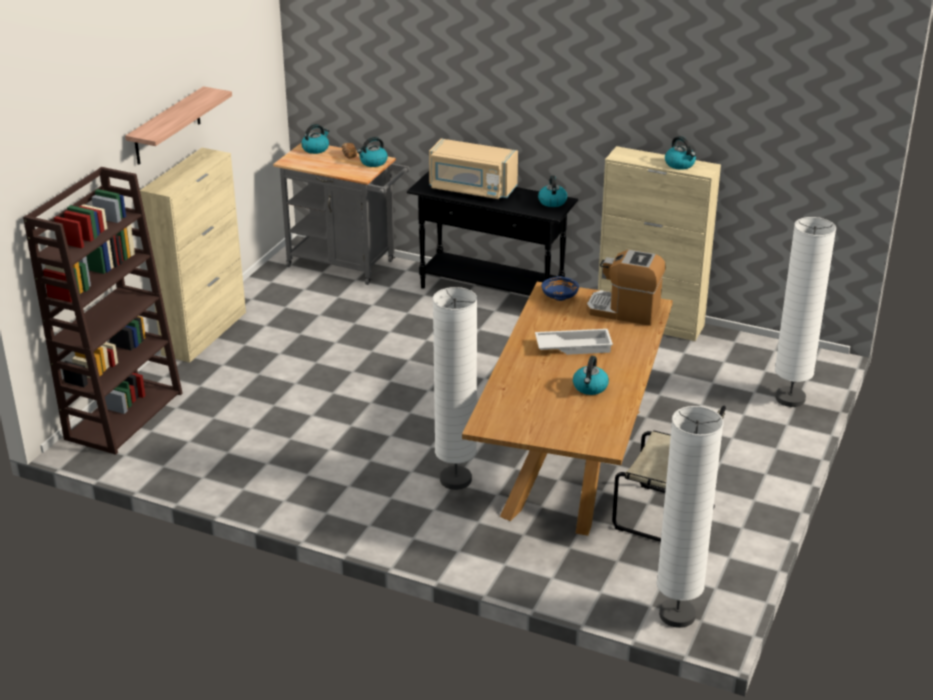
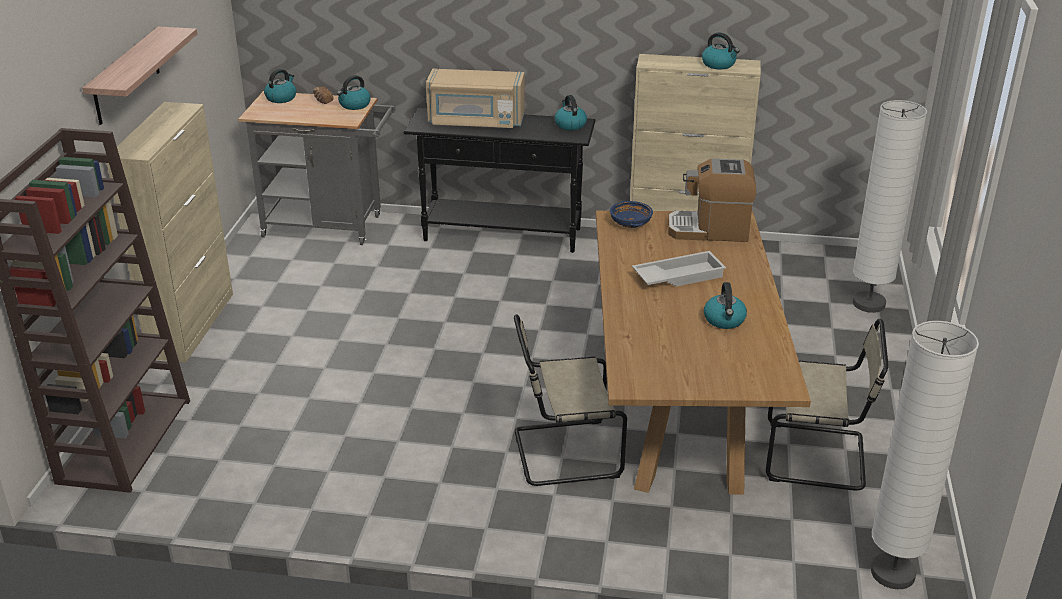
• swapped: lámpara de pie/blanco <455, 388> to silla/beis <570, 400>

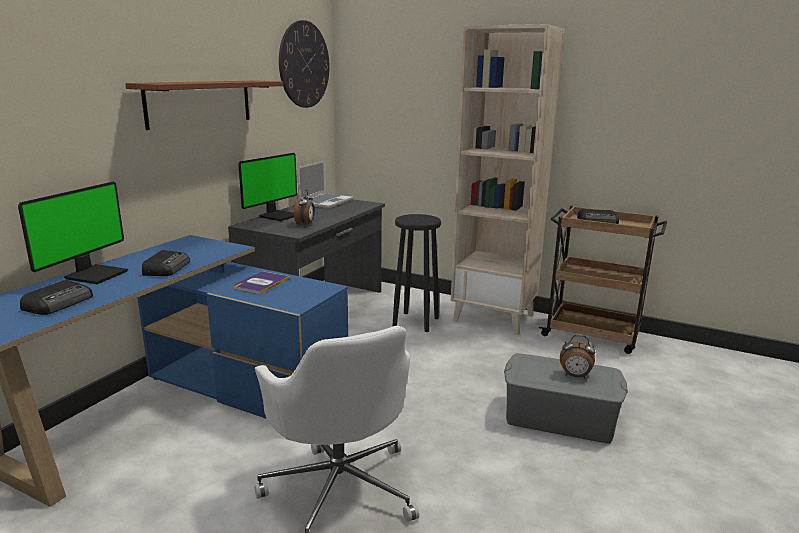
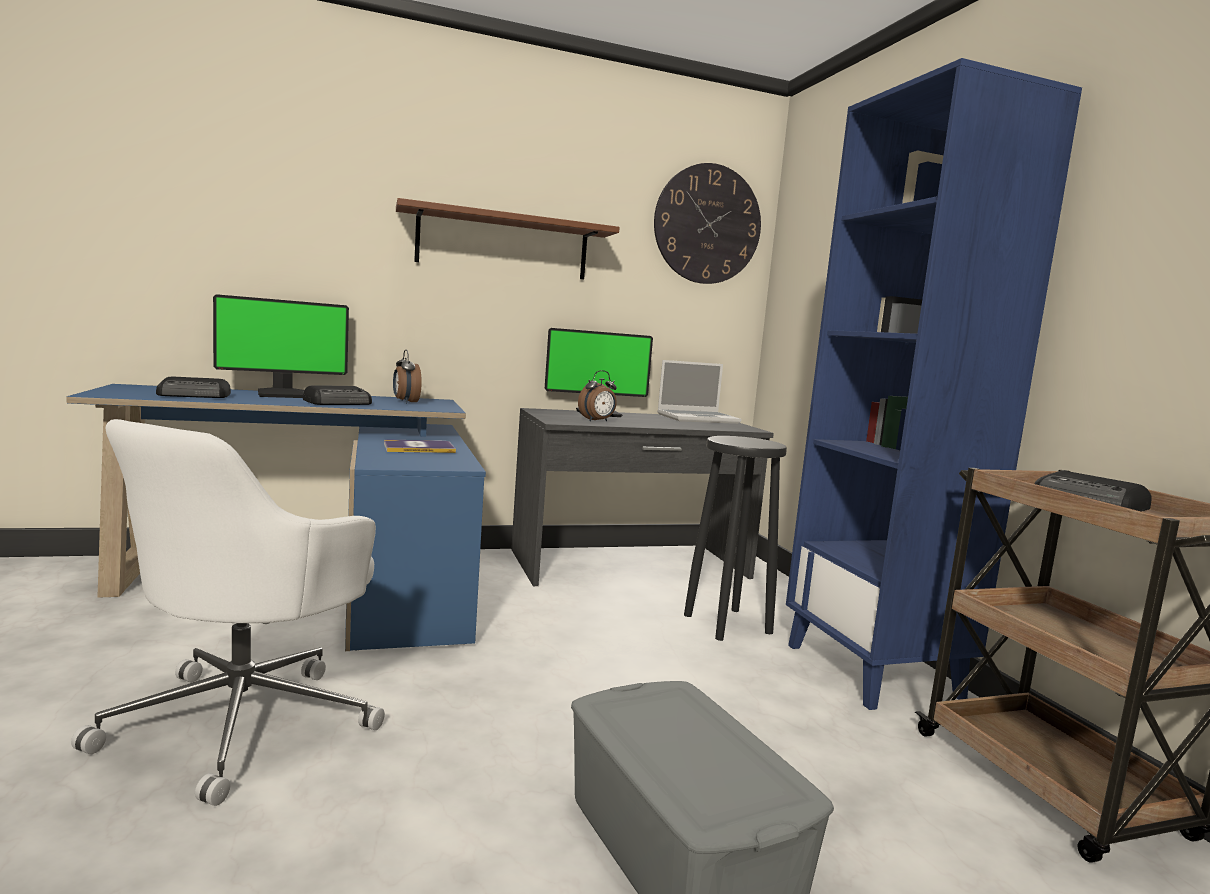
• repainted: estantería/beis <508, 179> to estantería/azul <934, 384>
• shifted: despertador <577, 357> to <407, 376>

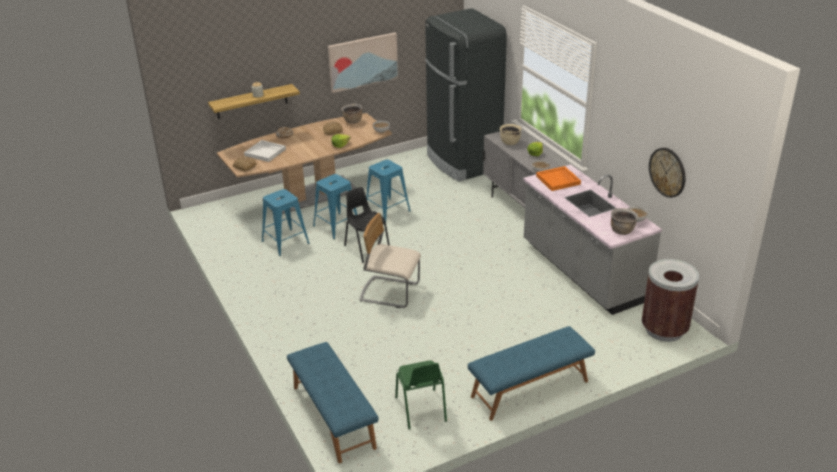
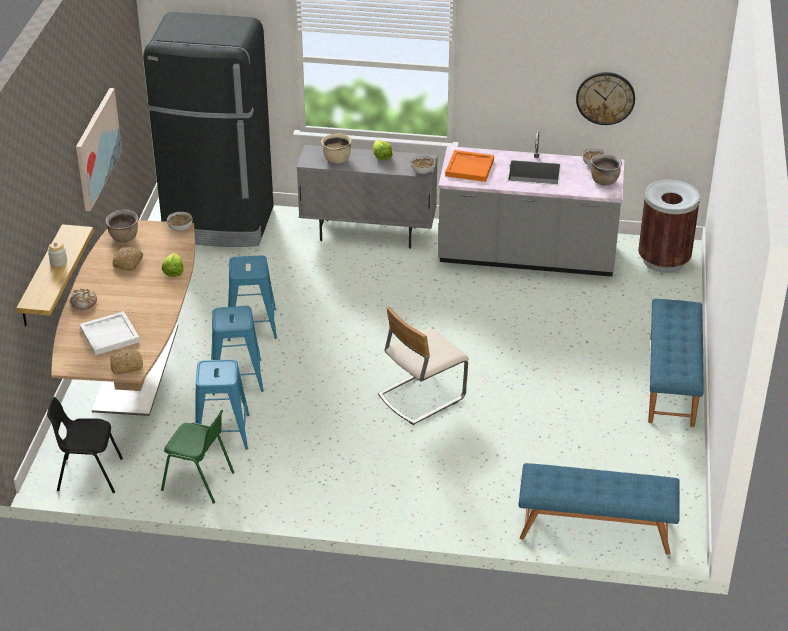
• shifted: silla/negro <367, 225> to <85, 445>
• shifted: silla/verde <421, 395> to <197, 457>

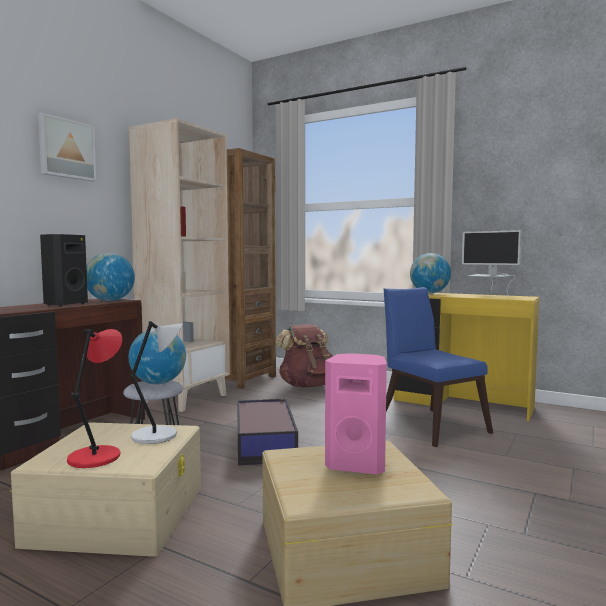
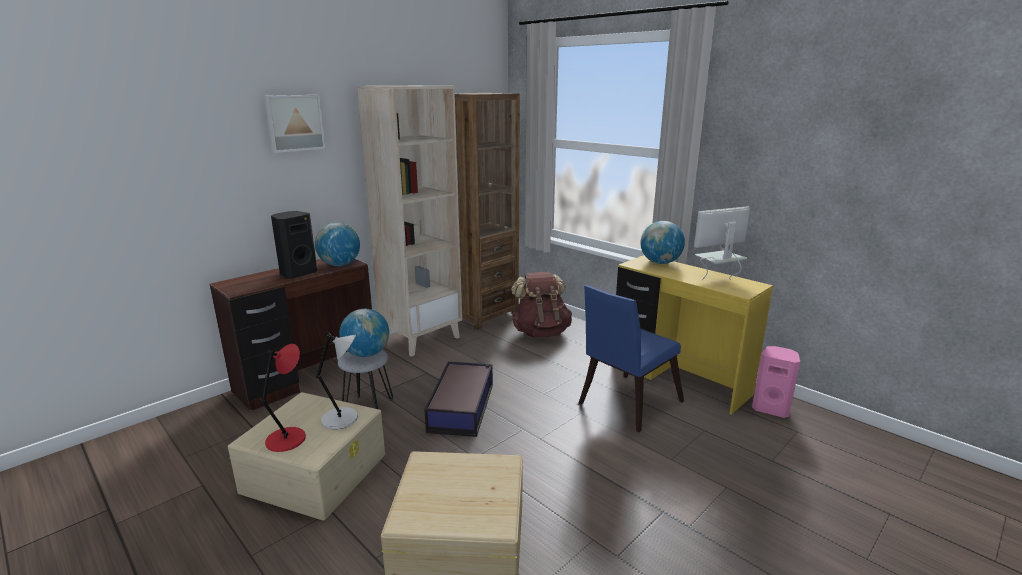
• rotated: monitor <492, 263> = <722, 243> 105 degrees clockwise
• rotated: silla/azul <438, 367> = <631, 358> 120 degrees counterclockwise
• shifted: altavoz/rosa <356, 413> to <776, 382>

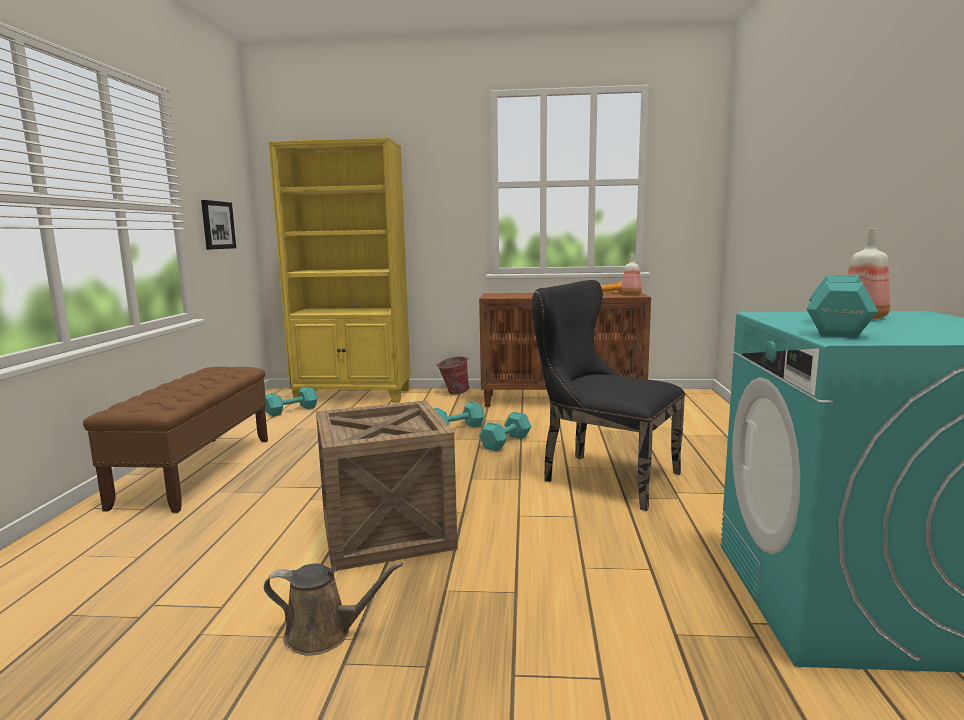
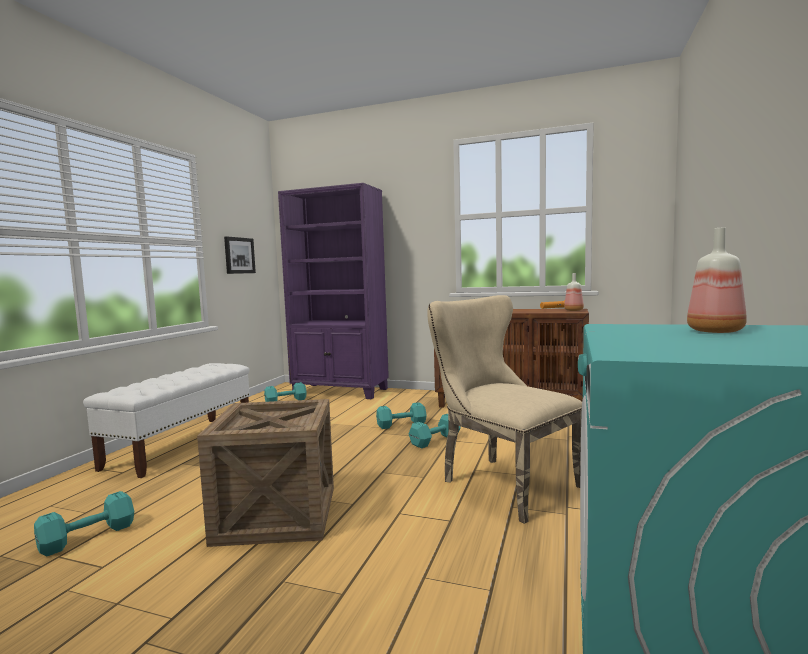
• repainted: estantería/amarillo <339, 270> to estantería/morado <333, 291>
• shifted: mancuerna/turquesa <842, 306> to <84, 523>
• repainted: silla/negro <608, 395> to silla/beis <504, 409>
• gone: cubo <453, 375>
• repainted: banco/marrón <175, 440> to banco/blanco <166, 420>
• gone: regadera/marrón <333, 609>

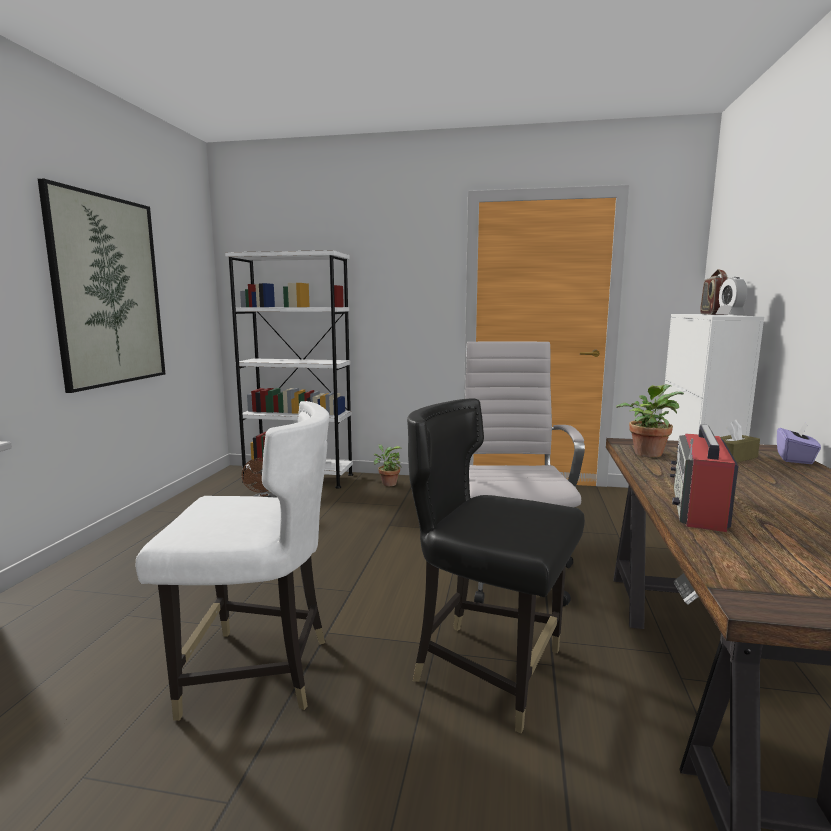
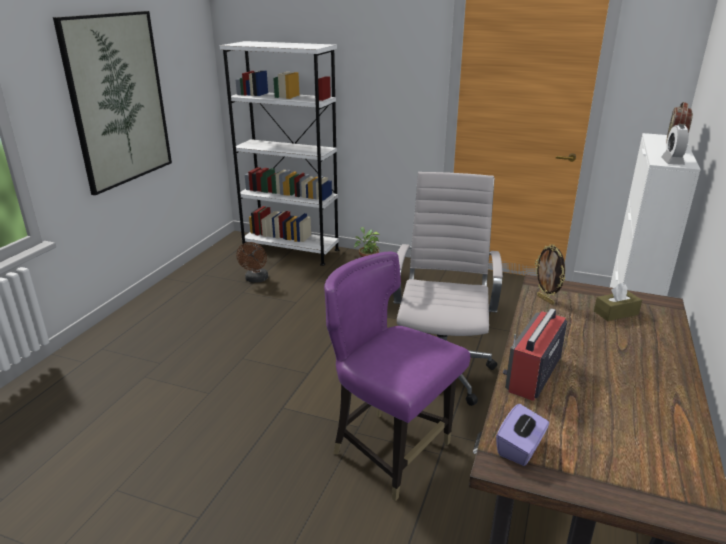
• swapped: planta en maceta <650, 420> to portarretratos <550, 274>
• repainted: silla/negro <496, 566> to silla/morado <397, 376>
• gone: silla/blanco <232, 561>
• shifted: caja de pañuelos/morado <799, 443> to <522, 435>

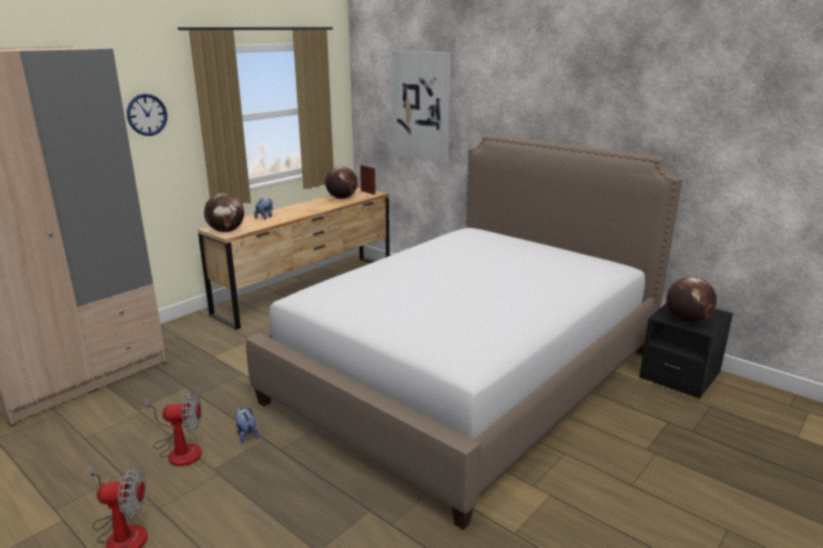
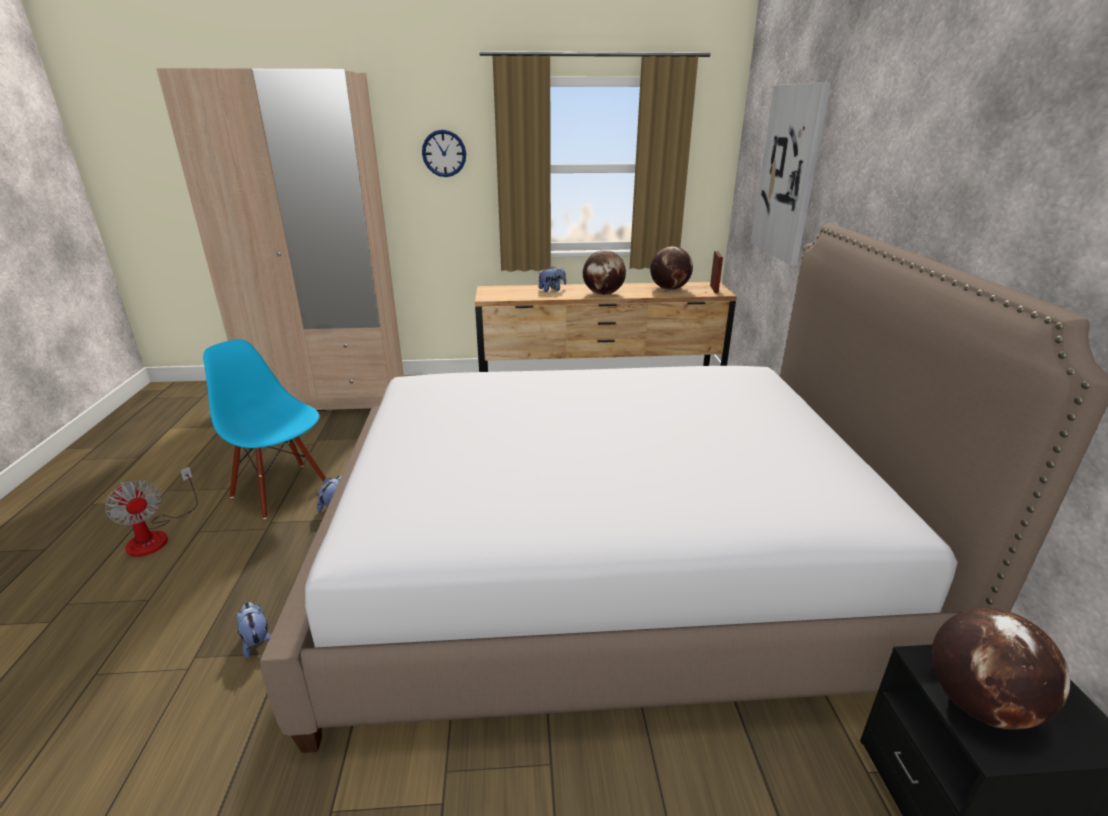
• shifted: globo terráqueo <224, 212> to <604, 272>
• swapped: ventilador <173, 428> to silla/azul <265, 429>
• new: peluche <253, 630>

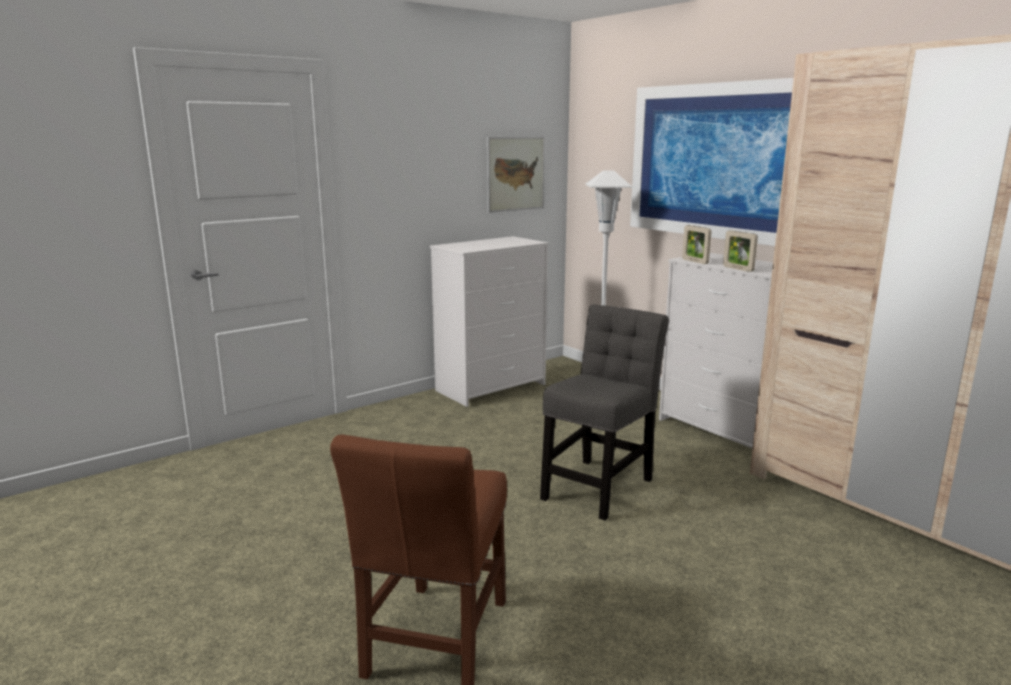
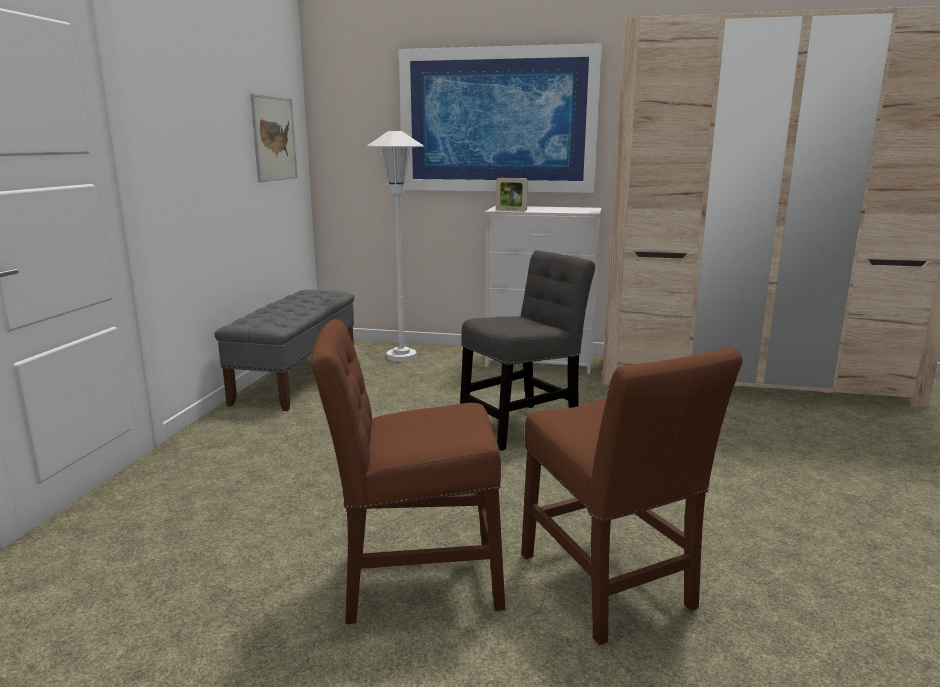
• gone: portarretratos <740, 251>
• swapped: cómoda/blanco <489, 321> to banco/gris <284, 350>
• rotated: silla/gris <604, 412> = <527, 350> 60 degrees clockwise
• new: silla/marrón <408, 471>

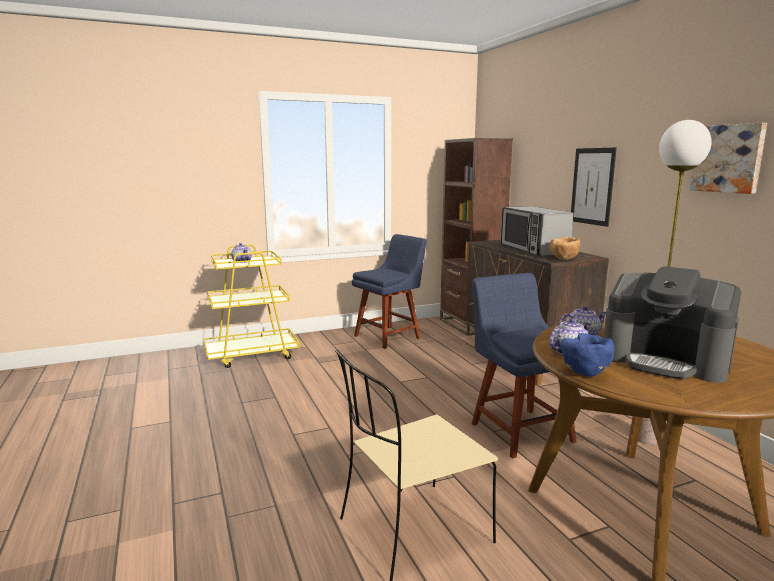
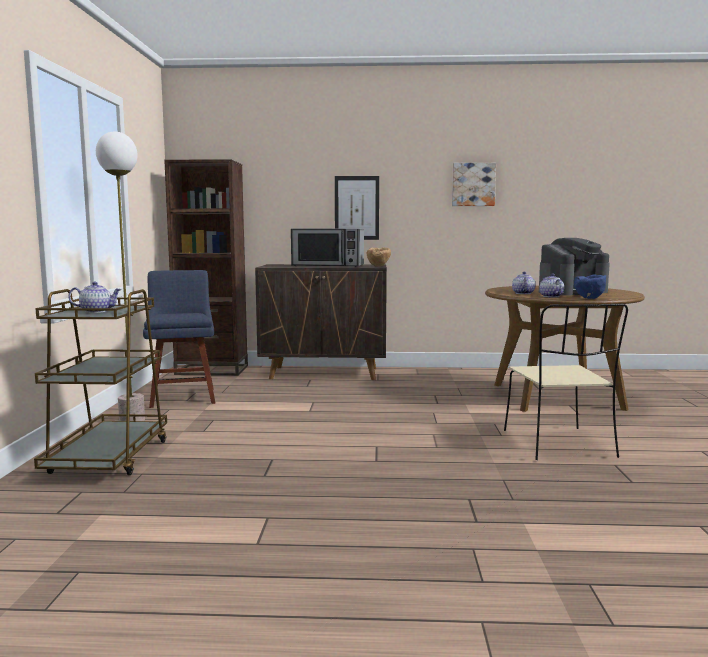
• shifted: lámpara de pie <675, 282> to <120, 276>
• repainted: carrito/amarillo <251, 306> to carrito/marrón <100, 382>
• gone: silla/azul <524, 366>

